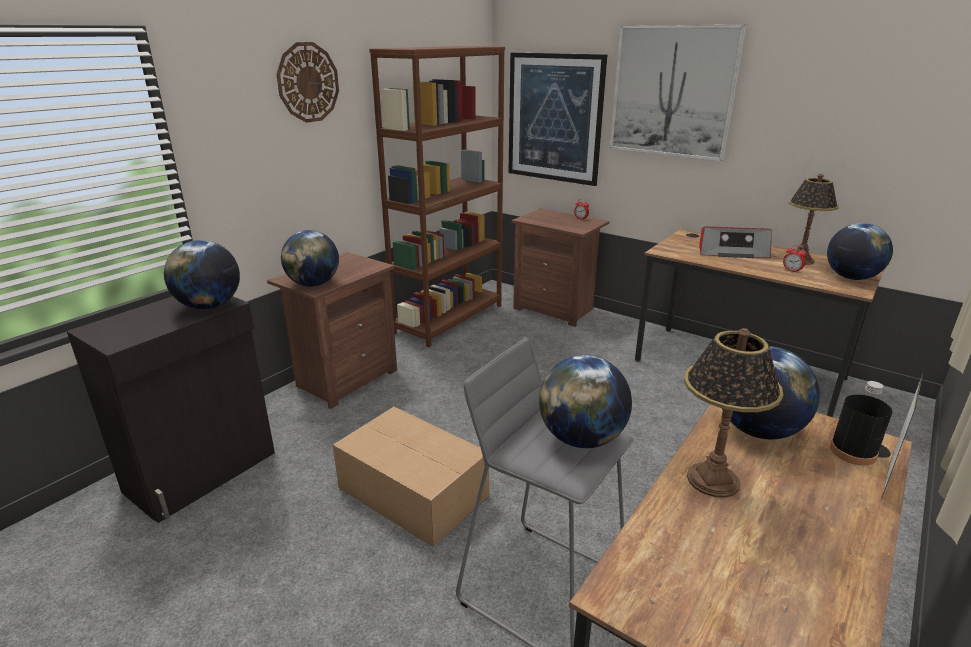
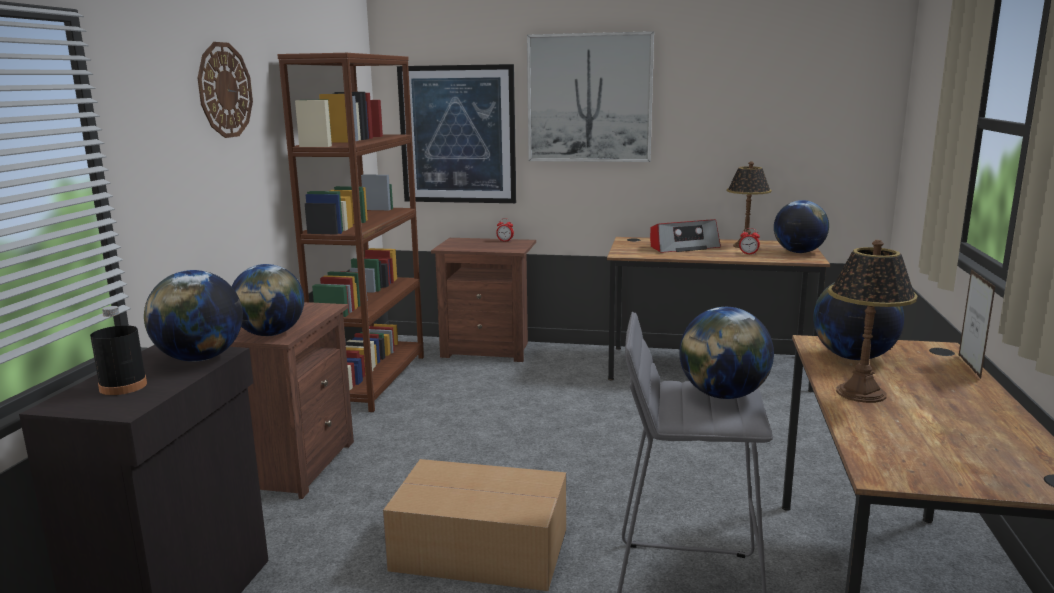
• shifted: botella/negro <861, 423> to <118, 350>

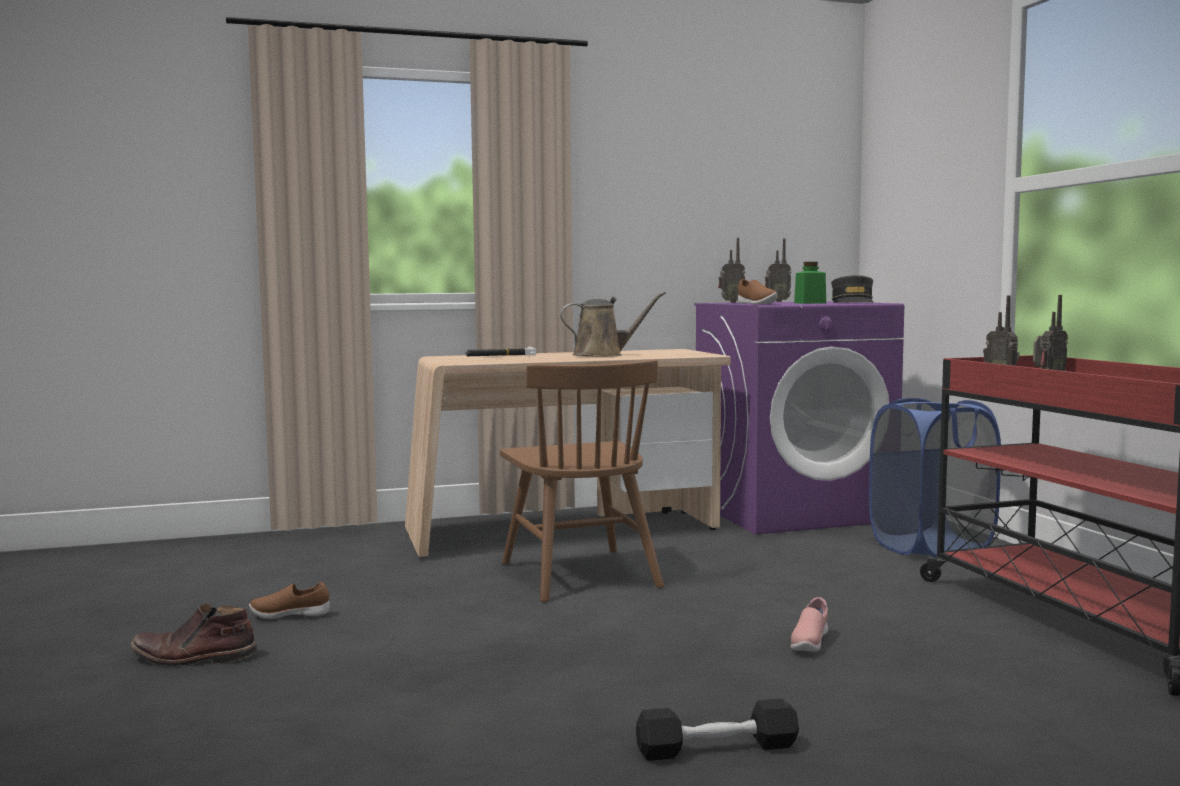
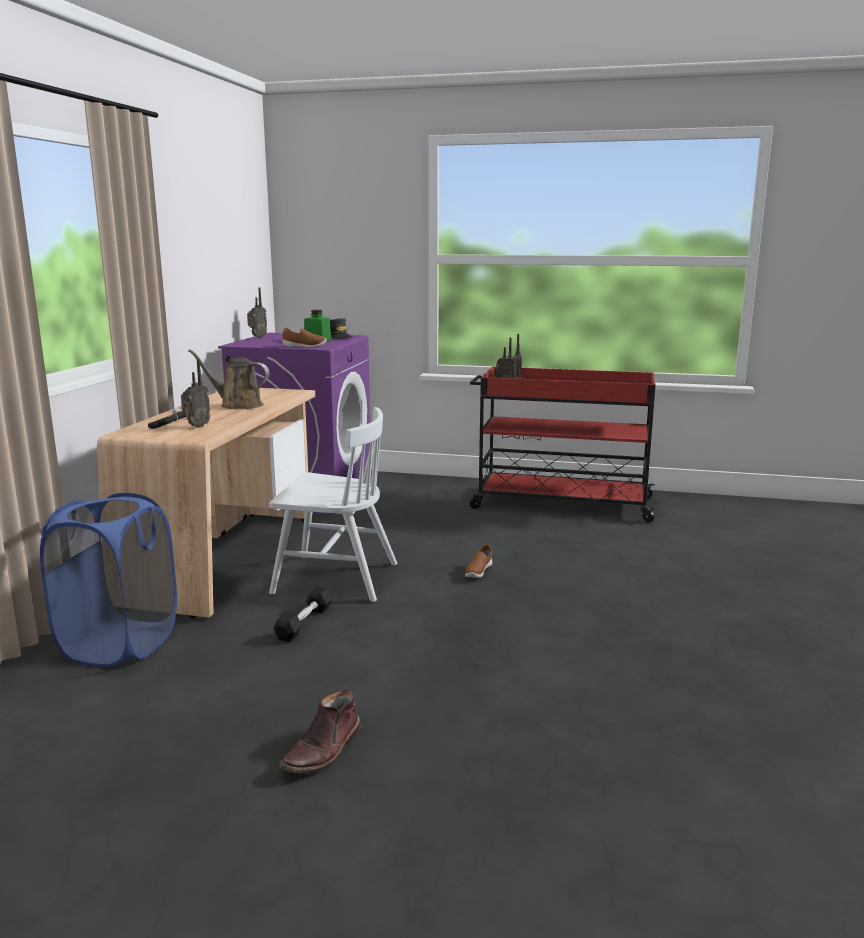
• shifted: radio <731, 270> to <196, 393>
• rotated: regadera/marrón <613, 324> = <229, 379> 90 degrees counterclockwise
• repainted: silla/marrón <582, 480> to silla/blanco <333, 504>
• shifted: cesto de la ropa/azul <935, 478> to <108, 580>
• shifted: zapato/marrón <289, 600> to <478, 561>
• gone: zapato/rosa <809, 624>
• shifted: mancuerna/negro <717, 729> to <303, 614>

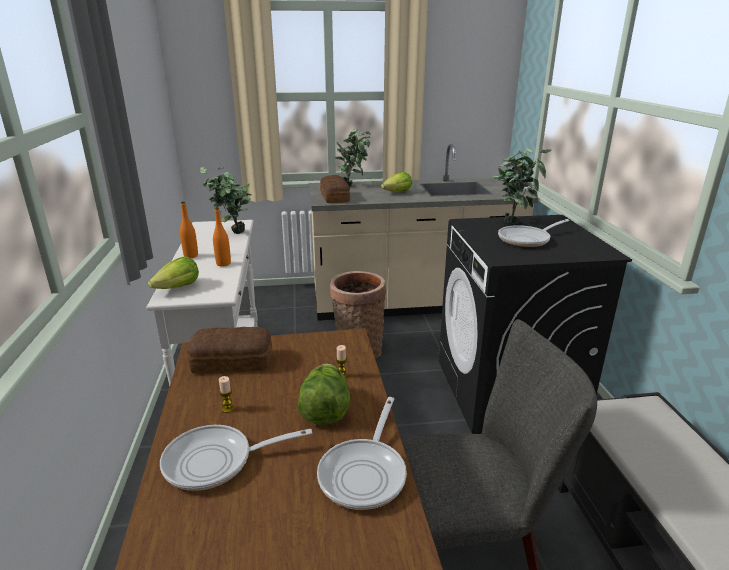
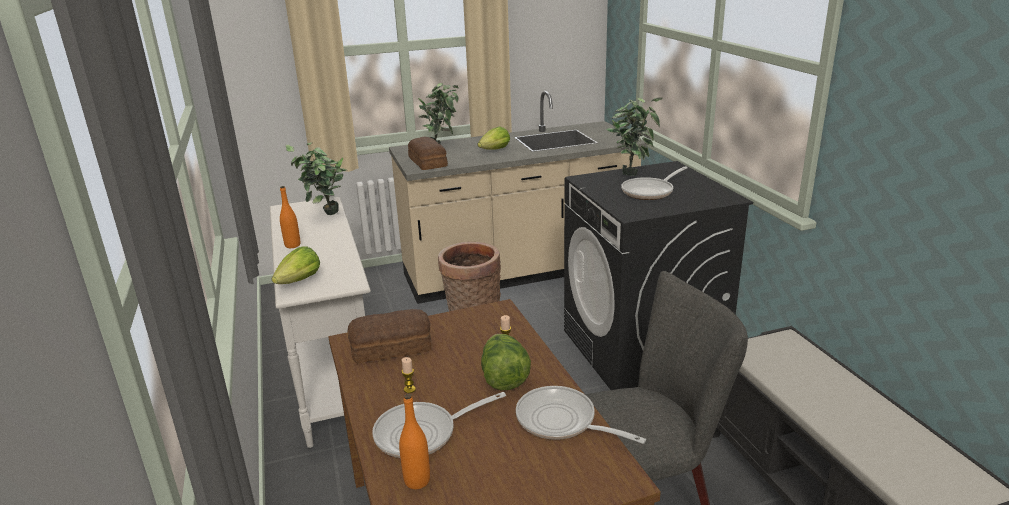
• shifted: botella/naranja <222, 237> to <414, 441>
• rotated: sartén <362, 453> = <581, 415> 120 degrees clockwise

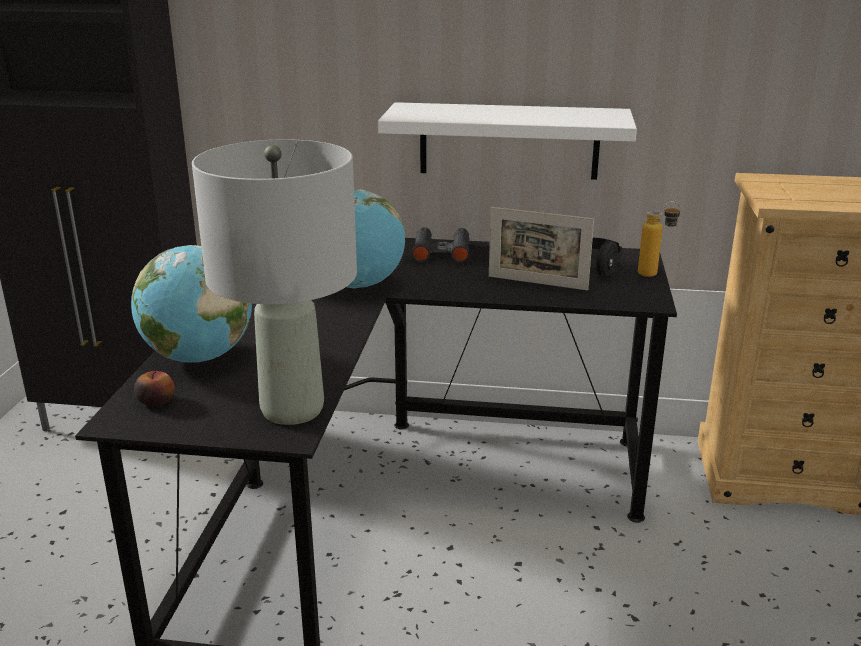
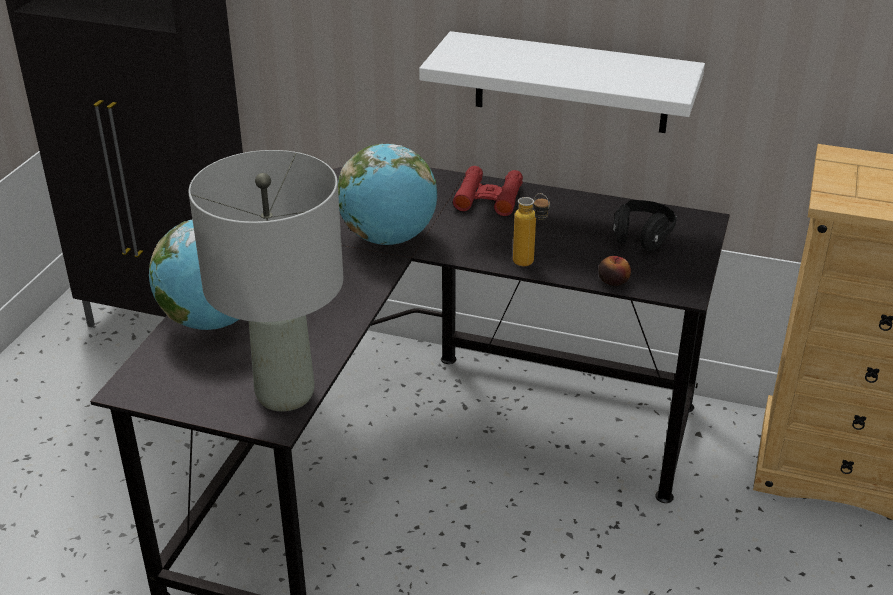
• shifted: botella <659, 239> to <531, 229>
• gone: portarretratos <541, 248>
• repainted: prismáticos/negro <440, 245> to prismáticos/rojo <488, 191>
• shifted: manzana <154, 388> to <614, 271>

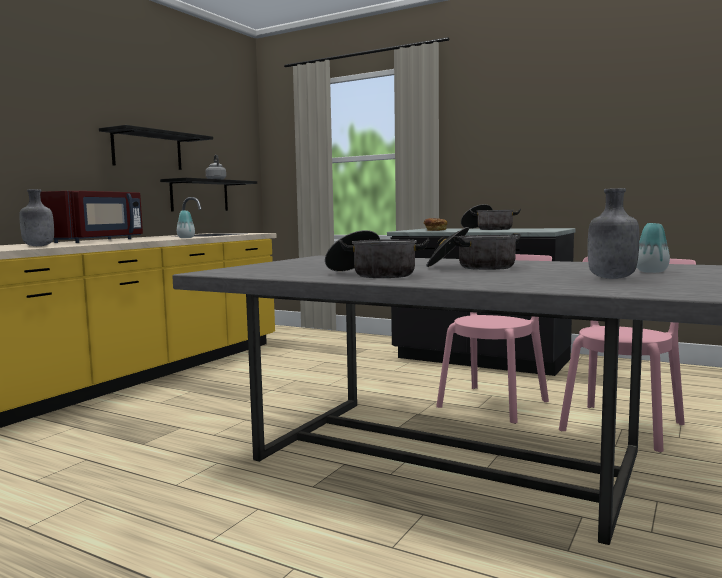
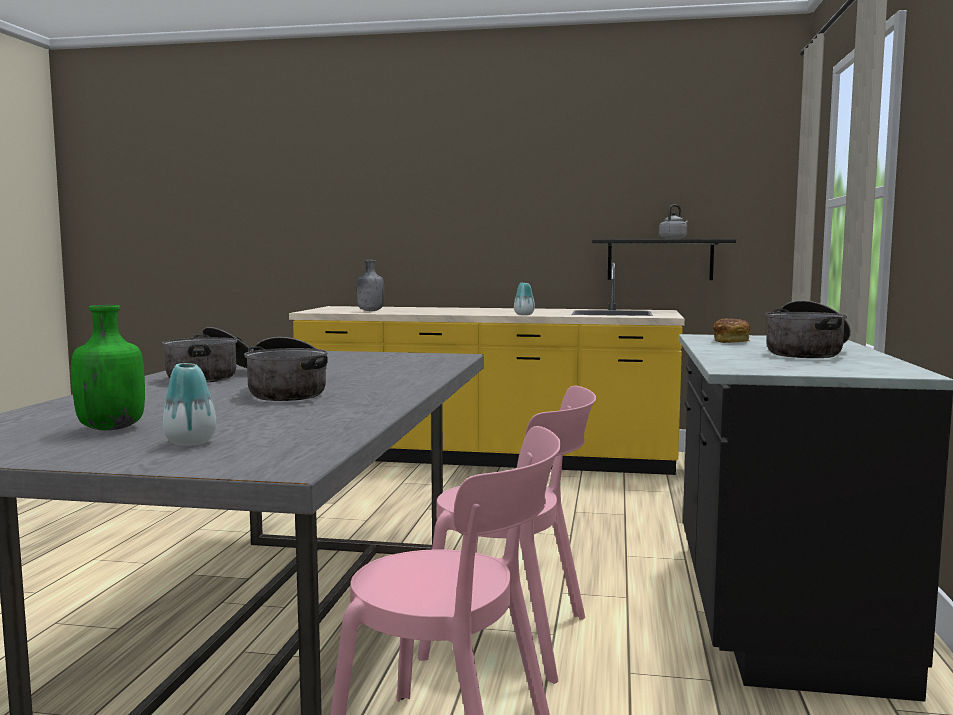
• gone: estante/negro <156, 147>
• repainted: botella/gris <613, 233> to botella/verde <108, 367>
• gone: microondas/rojo <91, 217>

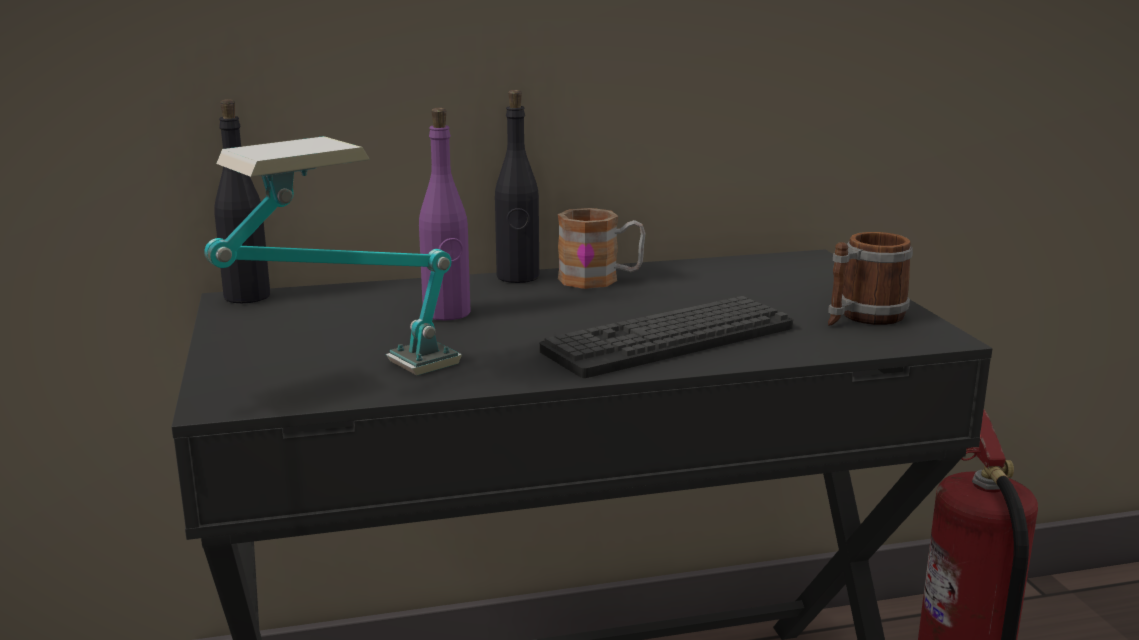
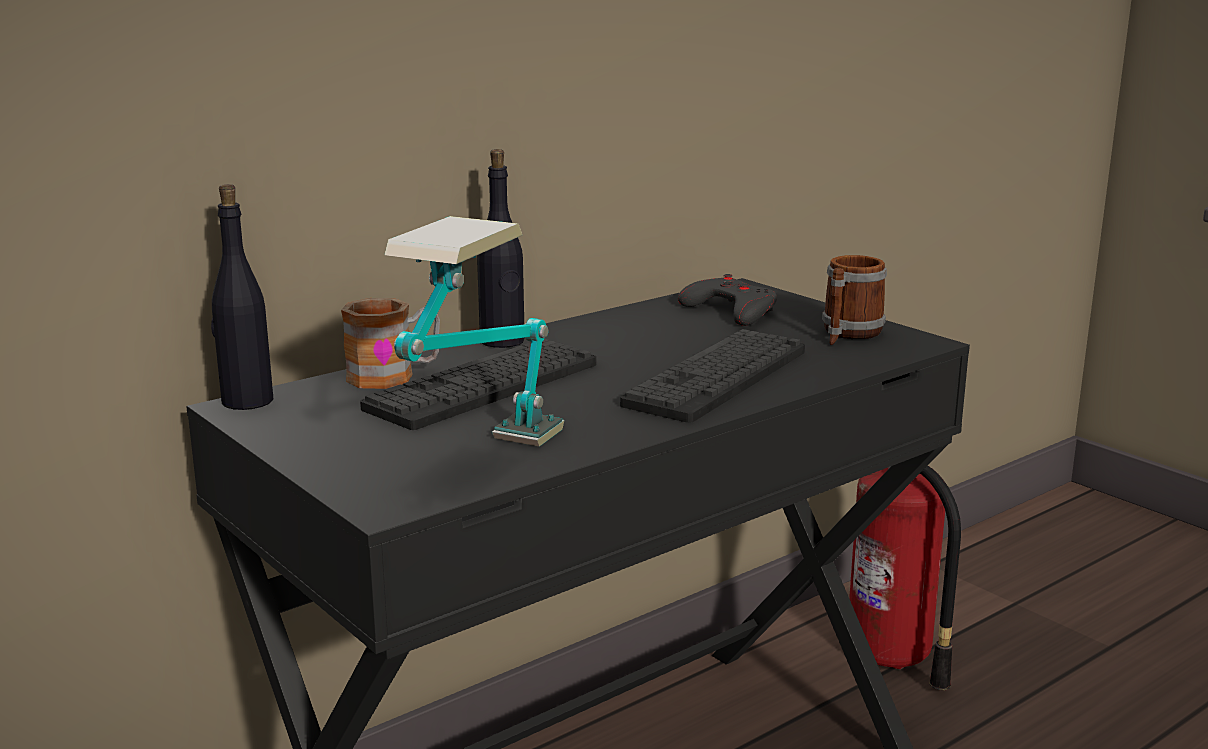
• swapped: botella/morado <444, 214> to teclado <478, 384>
• shifted: taza grande <602, 248> to <390, 343>
• new: mando de consola/gris <727, 300>

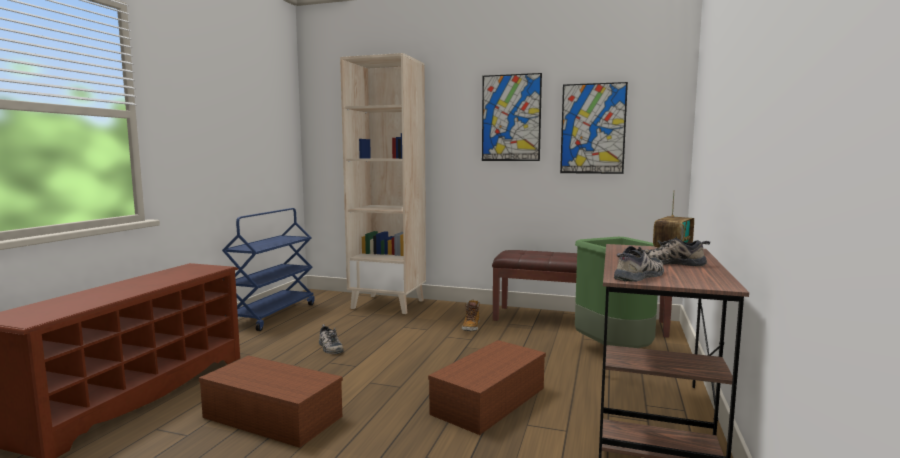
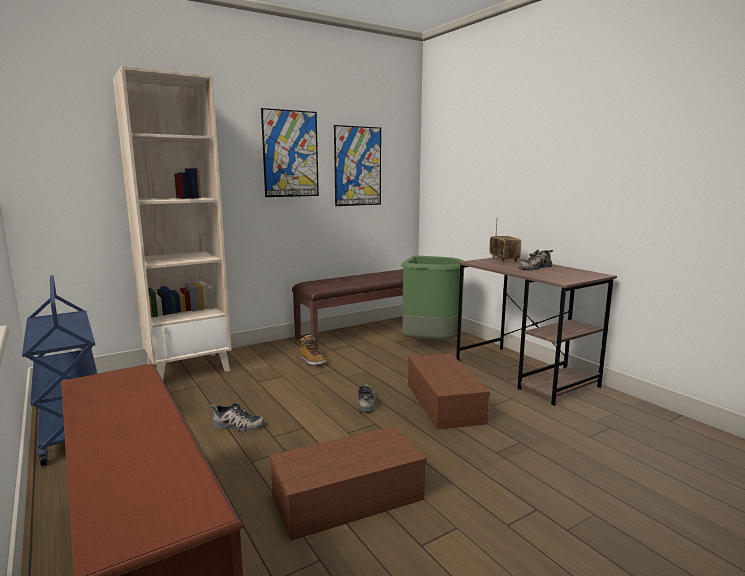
• shifted: zapato <639, 264> to <367, 398>

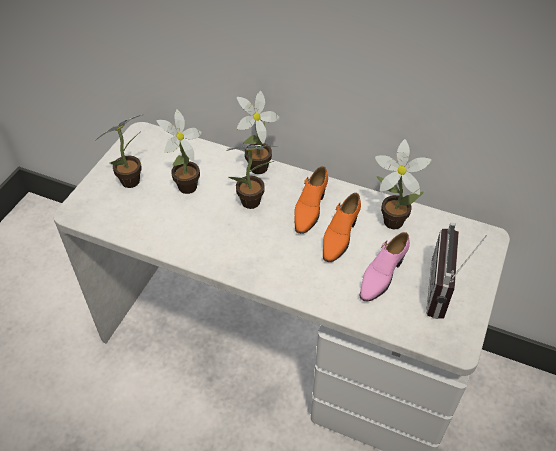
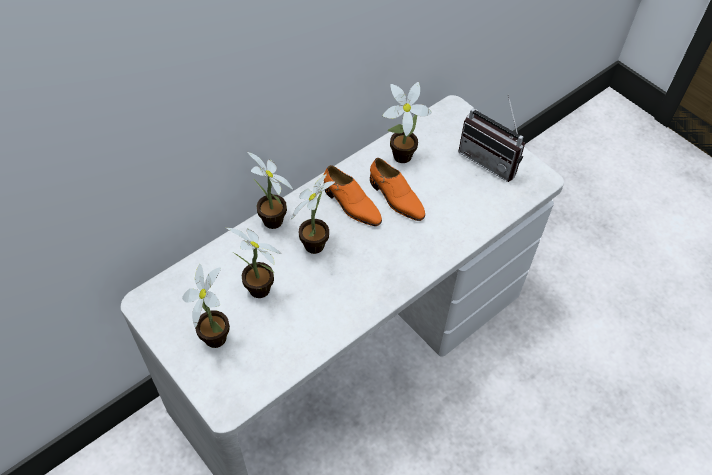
• gone: zapato/rosa <385, 267>

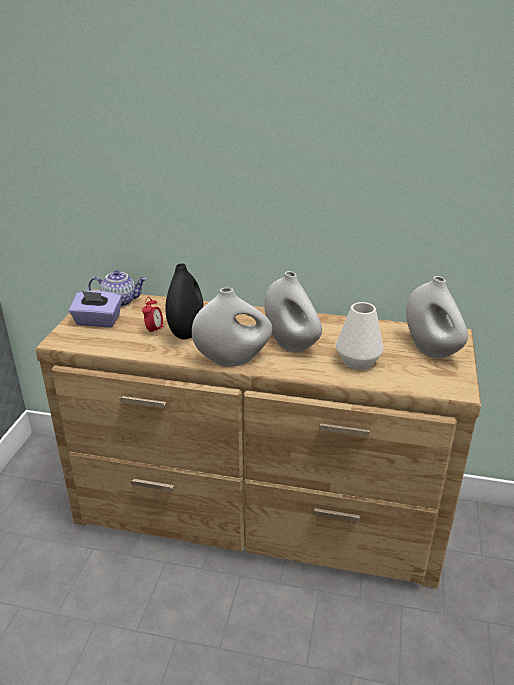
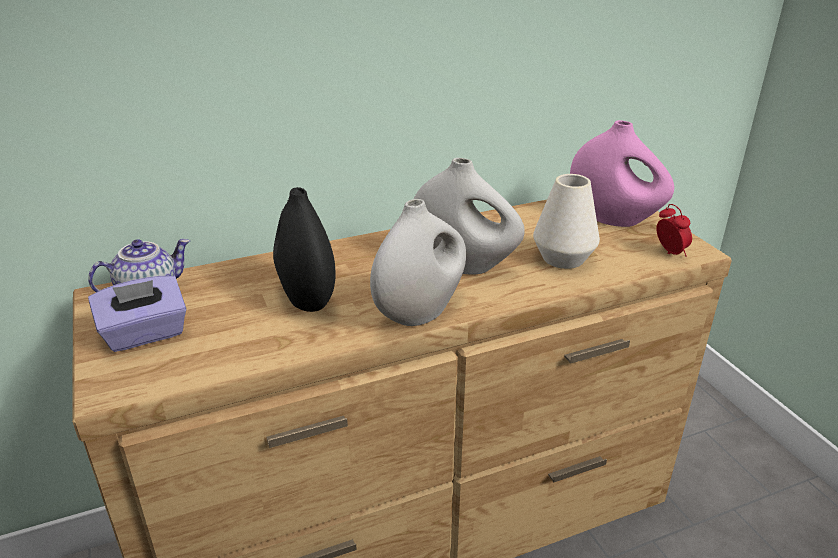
• repainted: florero/blanco <437, 317> to florero/rosa <622, 173>
• shifted: despertador <152, 316> to <674, 230>

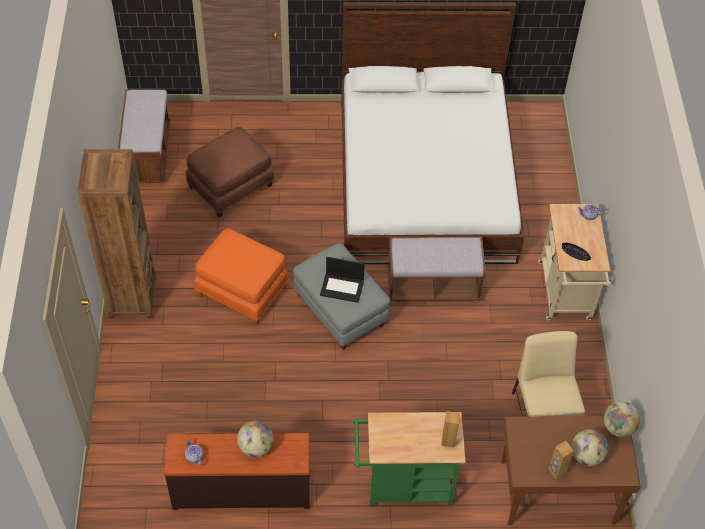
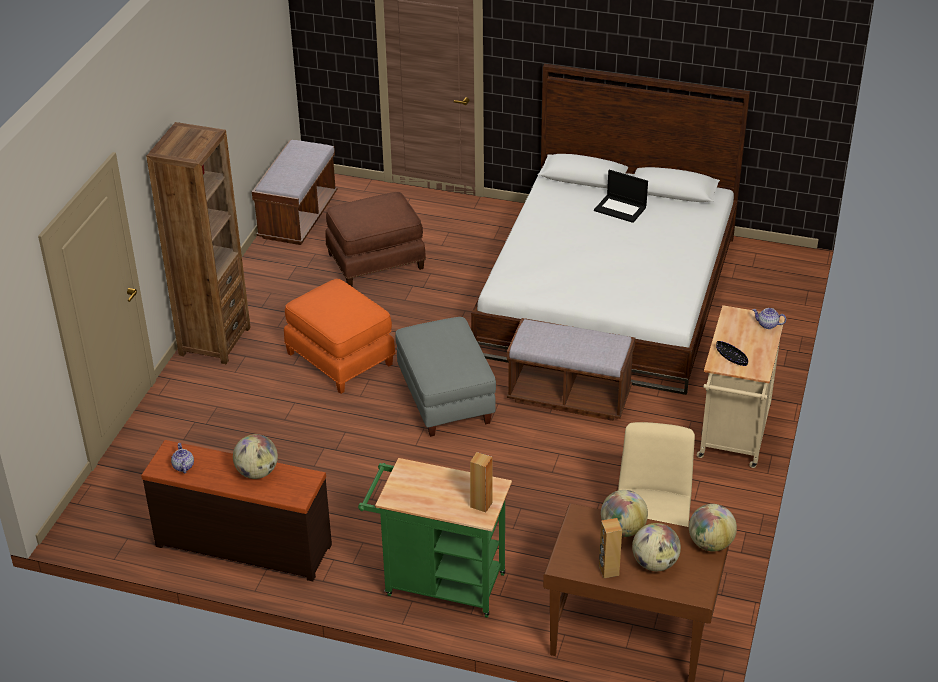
• shifted: portátil <342, 280> to <621, 196>
• new: globo terráqueo <624, 513>

